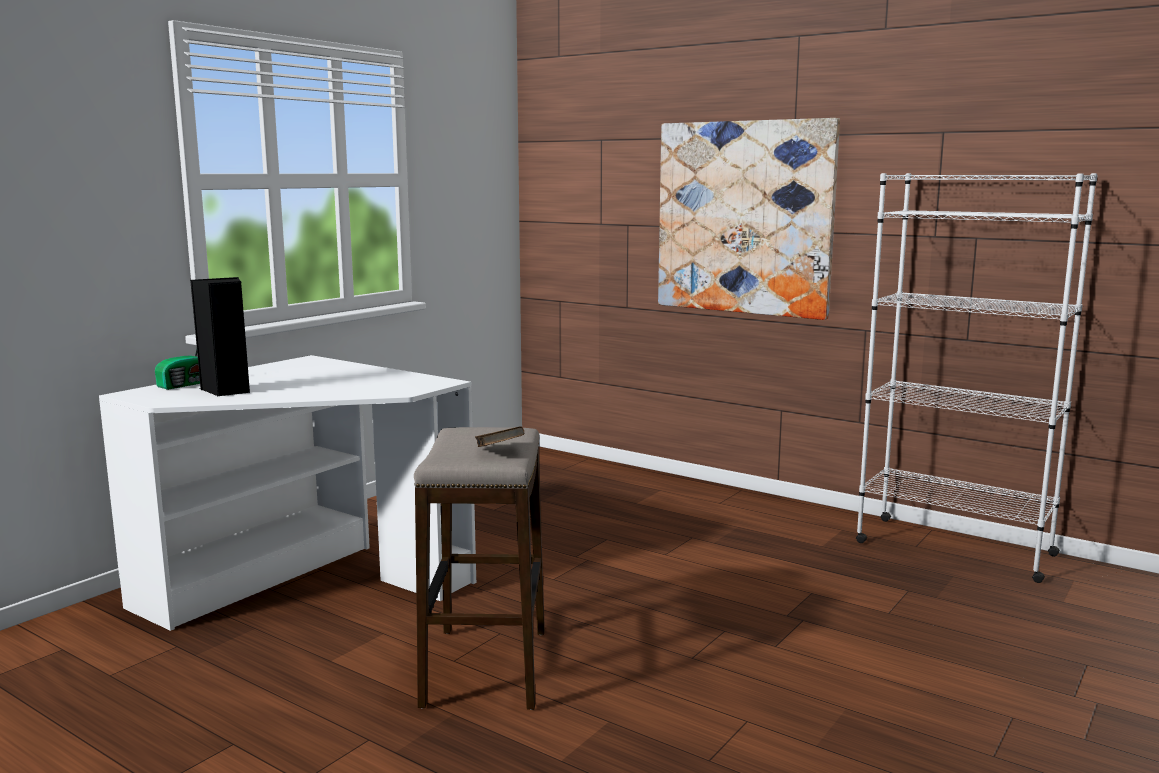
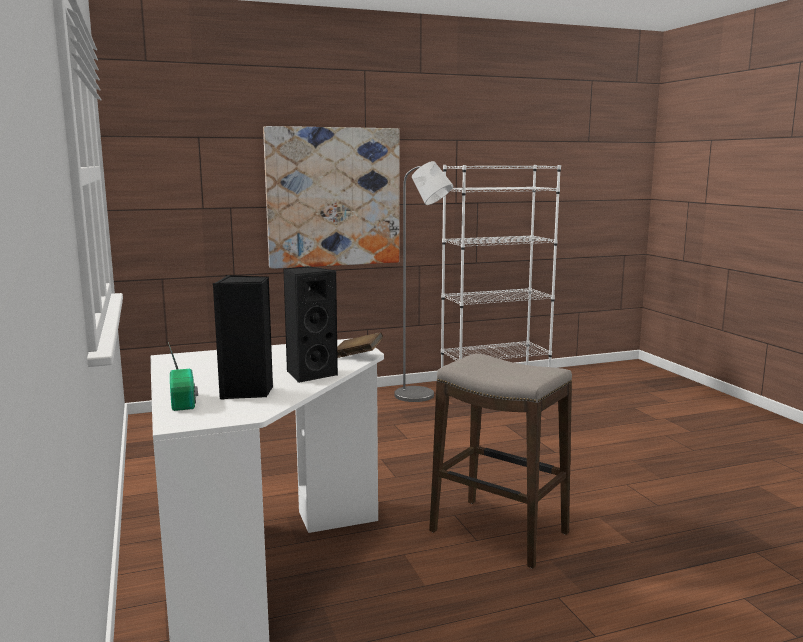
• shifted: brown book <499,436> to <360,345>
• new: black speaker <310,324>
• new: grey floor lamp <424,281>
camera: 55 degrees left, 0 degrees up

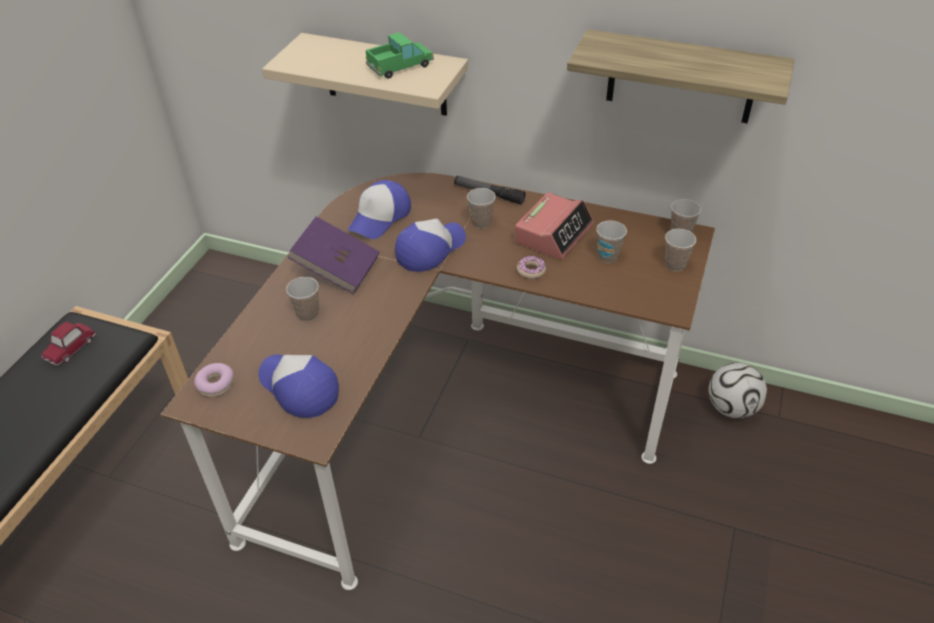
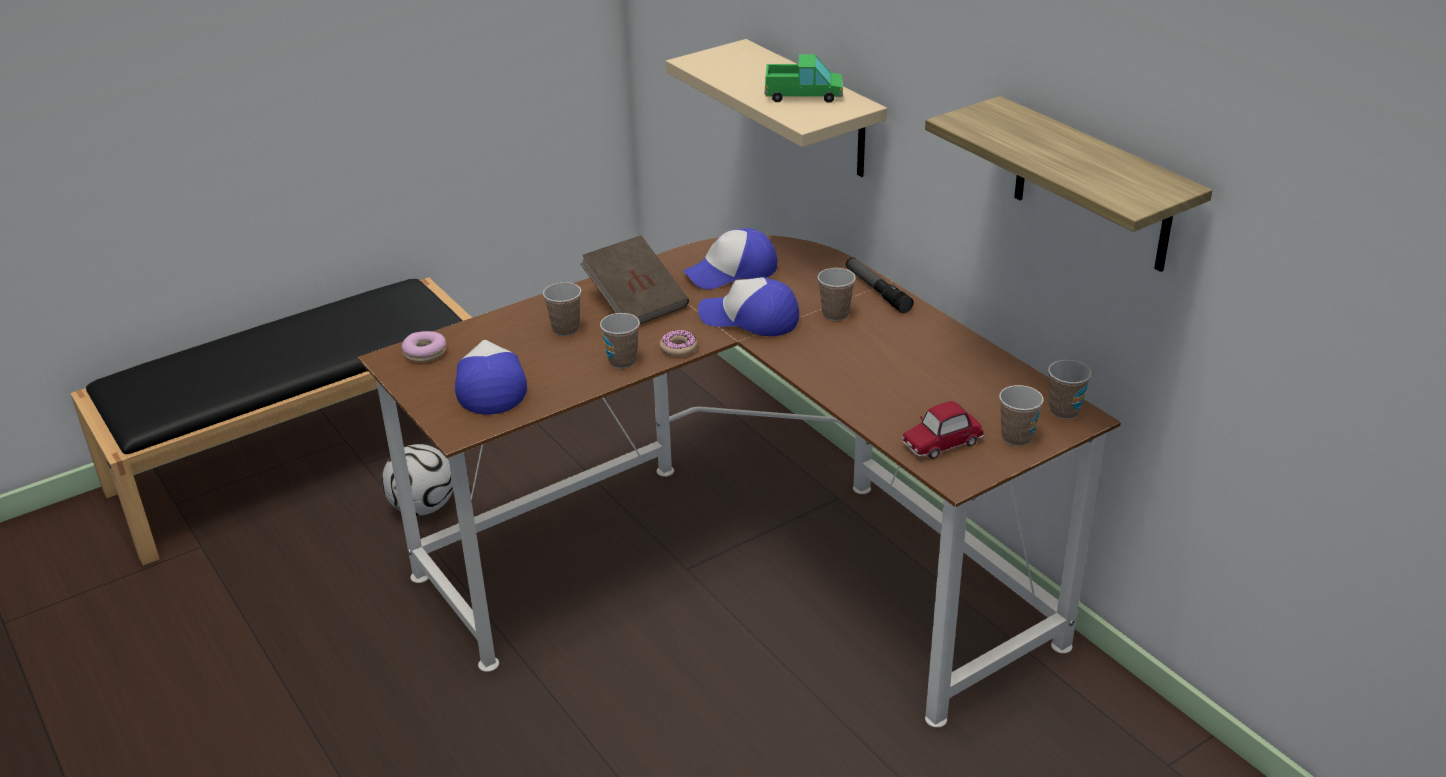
• shifted: toy car <68,343> to <943,430>
• repainted: purple book <333,255> to brown book <635,279>
• rotated: cap <430,245> = <748,306> 150 degrees counterclockwise
• gone: alarm clock <554,226>
• shifted: donut <531,267> to <678,343>
• shifted: cup <611,242> to <620,341>
• shifted: football <738,391> to <417,480>
camera: 35 degrees right, 10 degrees down

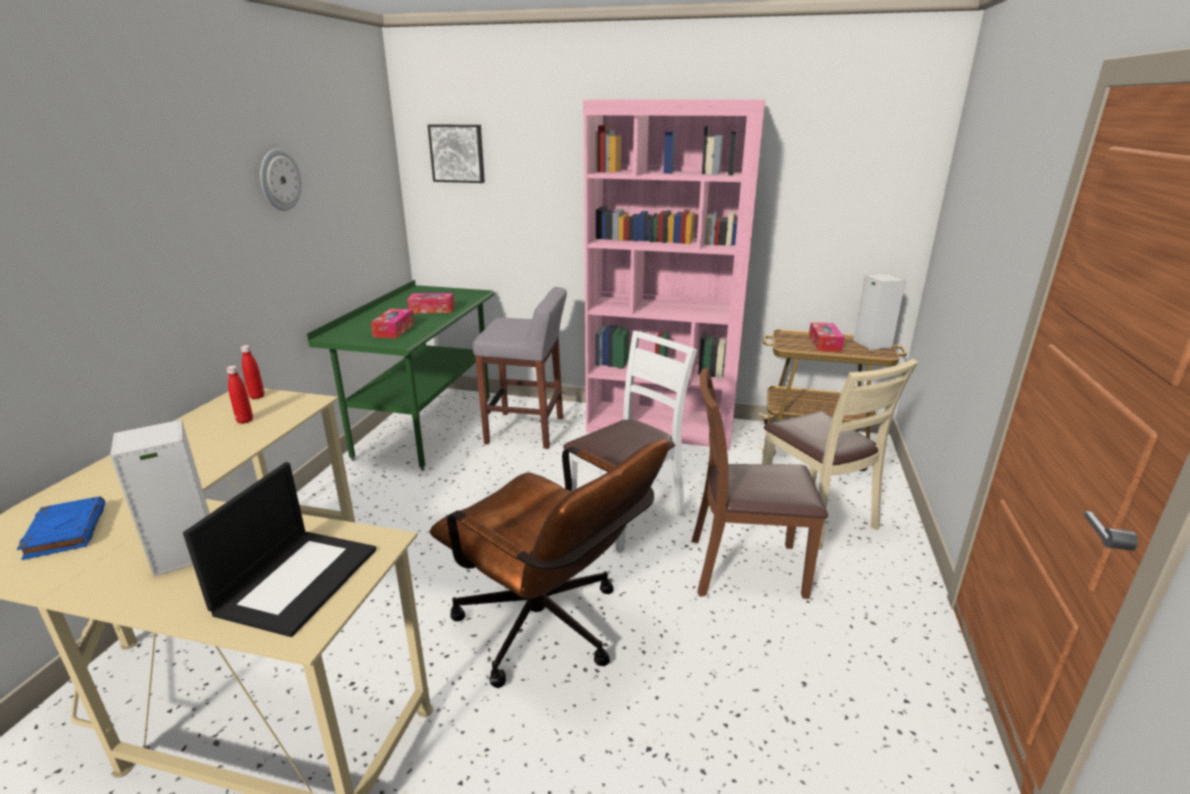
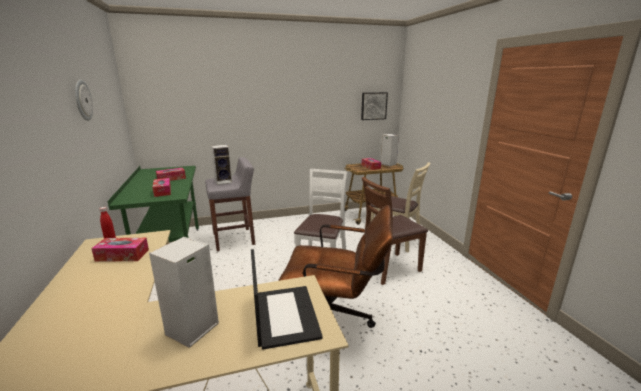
• gone: blue book <61,528>
• swapped: red bottle <239,395> to tissue box <120,250>
• shifted: picture <456,153> to <374,106>
• gone: pink bookcase <674,274>
• new: speaker <221,165>
camera: 30 degrees left, 5 degrees down

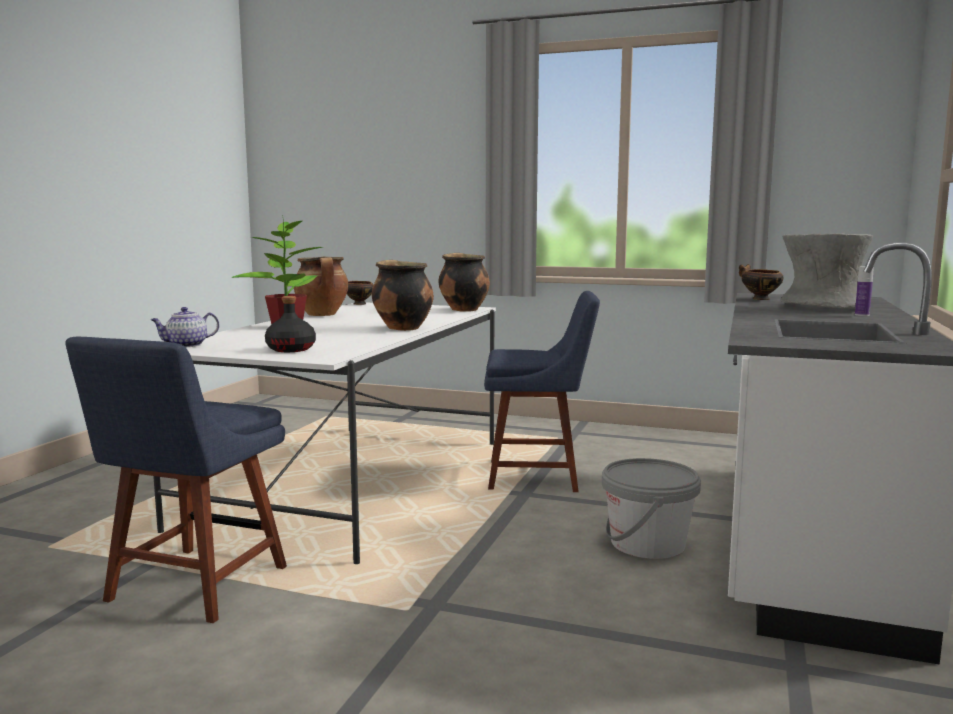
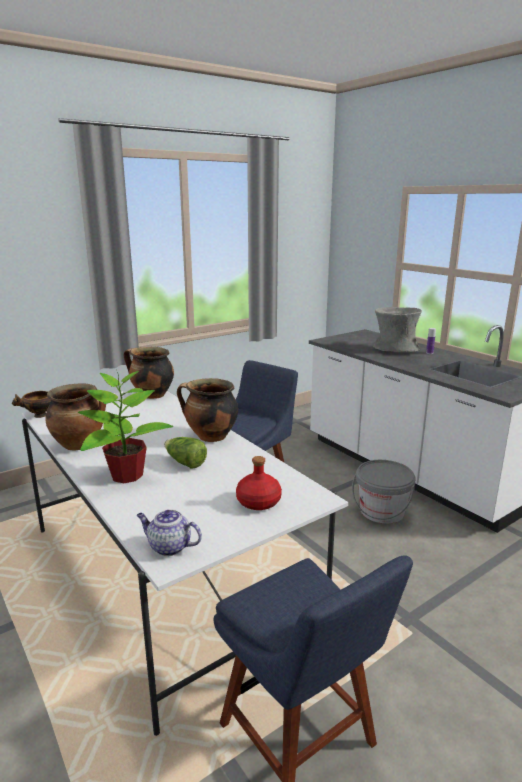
• rotated: teapot <185,327> = <169,533> 105 degrees clockwise
• repainted: black bottle <290,324> to red bottle <259,483>
• gone: bowl <761,282>
• new: lettuce <185,453>
camera: 55 degrees left, 10 degrees up

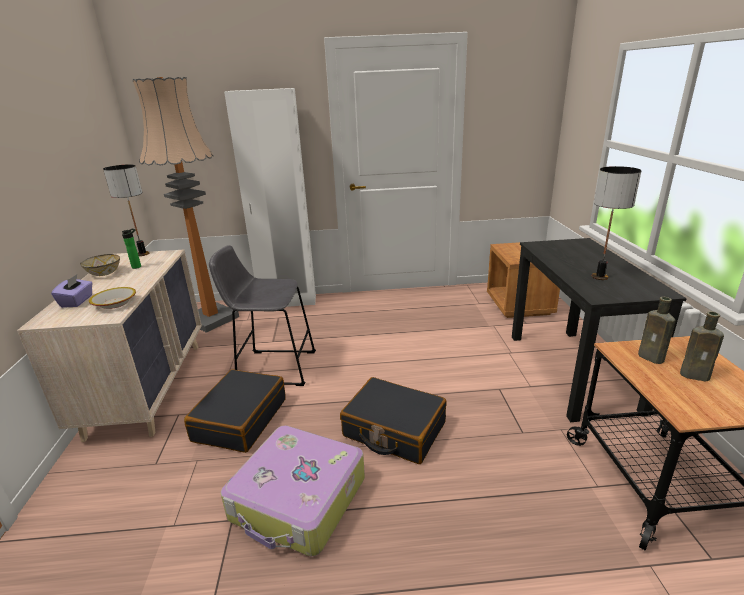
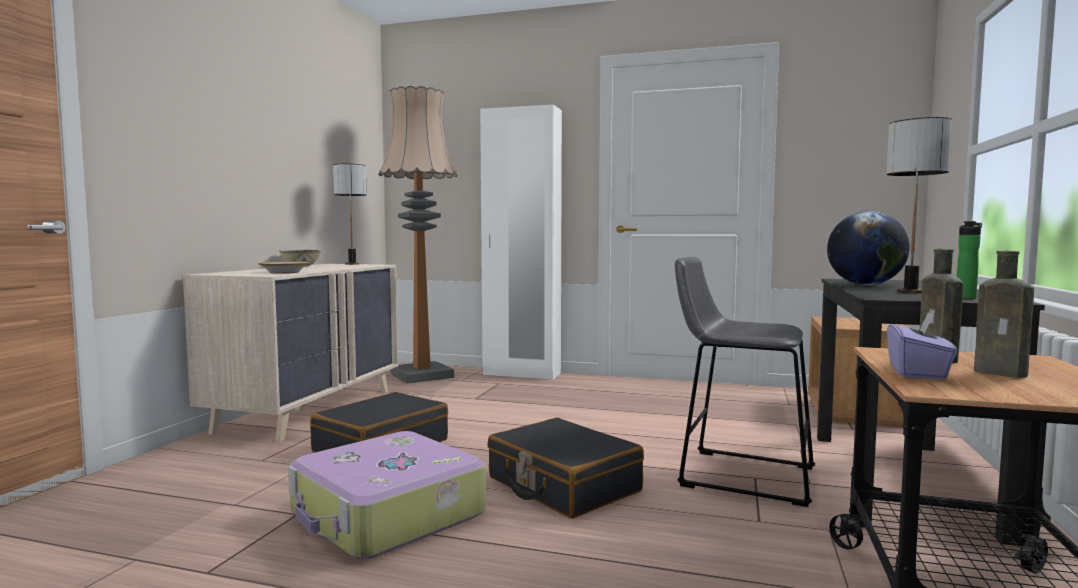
• shifted: purple tissue box <72,291> to <922,346>
• shifted: bottle <131,249> to <969,260>
• shifted: grey stool <262,315> to <745,382>
• new: globe <868,248>
camera: 20 degrees right, 20 degrees down

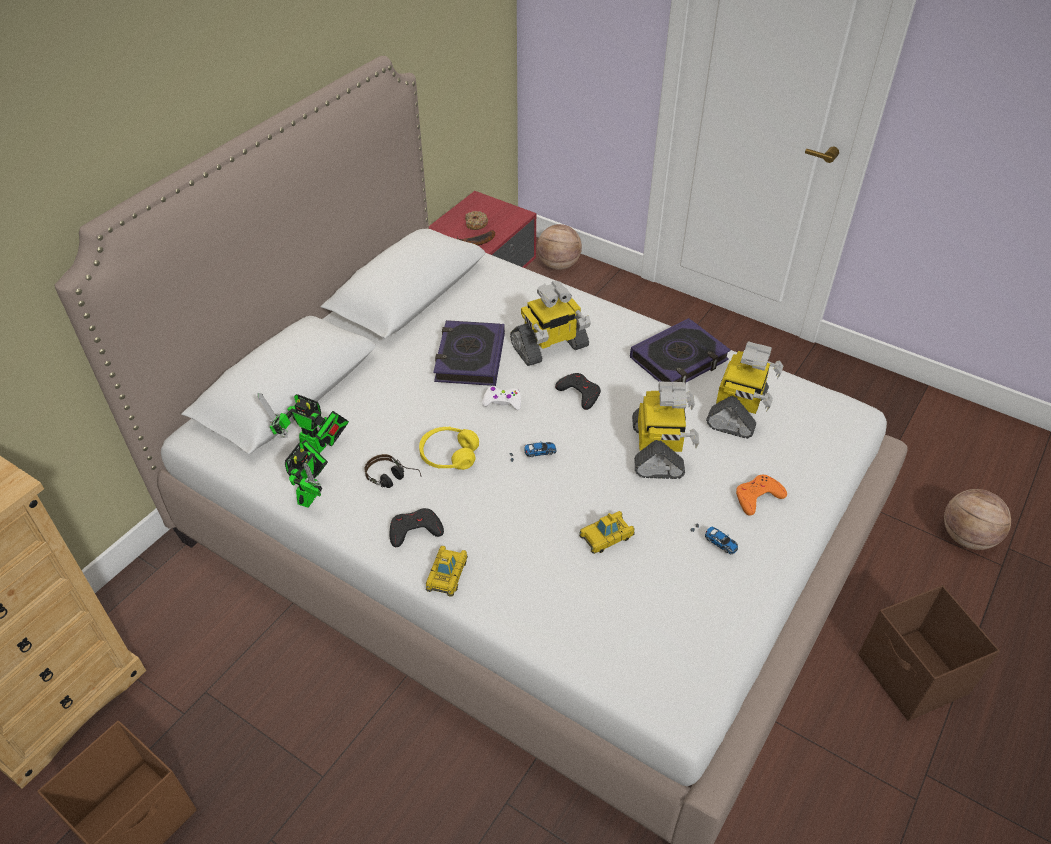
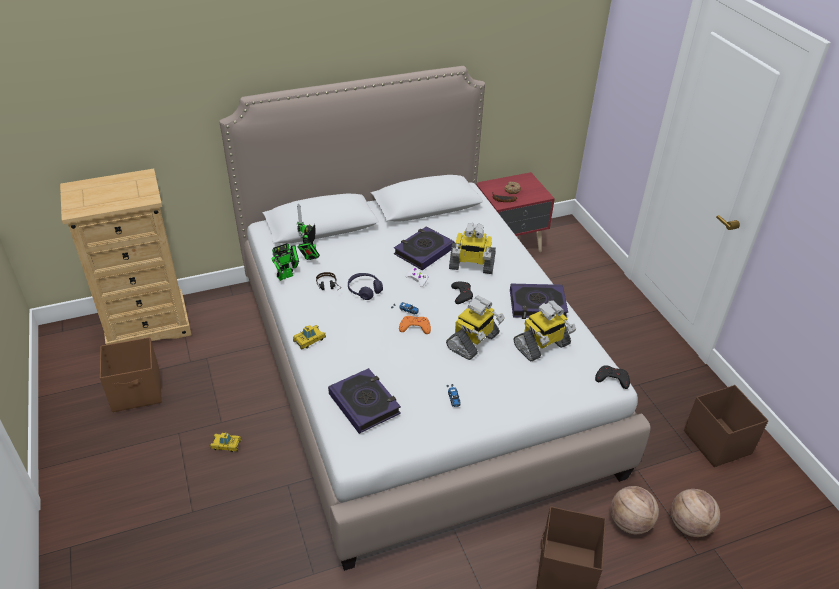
• rotated: toy robot <303,423> = <308,231> 45 degrees clockwise
• shifted: black game controller <417,527> to <612,377>
• repainted: yellow headphones <449,448> to purple headphones <365,286>
• shifted: basketball <559,247> to <635,510>
• shifted: toy car <607,532> to <226,442>
• shifted: orange game controller <761,495> to <415,325>
• new: book <364,401>
• new: brown storage box <726,426>
camera: 35 degrees right, 5 degrees down

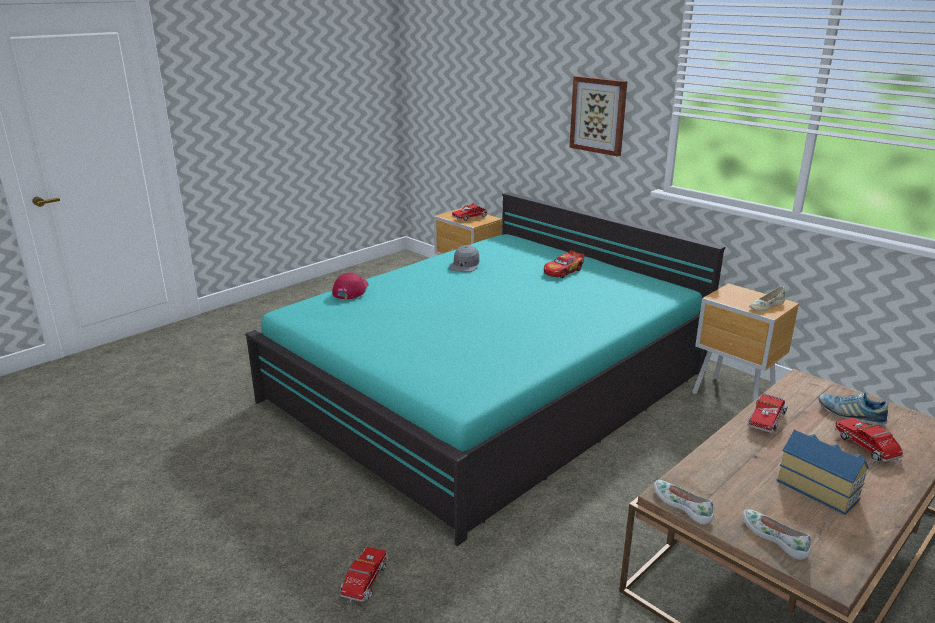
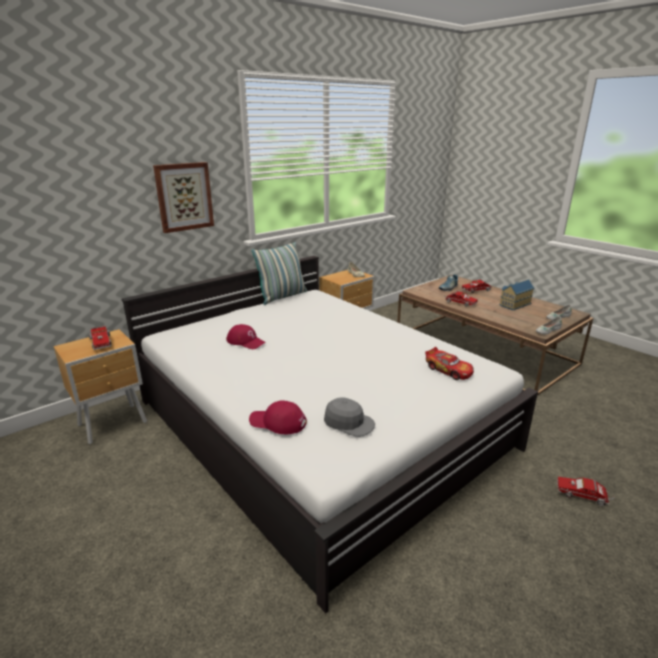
• repainted: turquoise bed <485,369> to white bed <329,435>
• shifted: grey cap <464,258> to <349,417>
• shifted: toy car <564,264> to <449,363>
• new: red cap <246,336>
• new: pillow <279,273>
camera: 85 degrees left, 0 degrees up

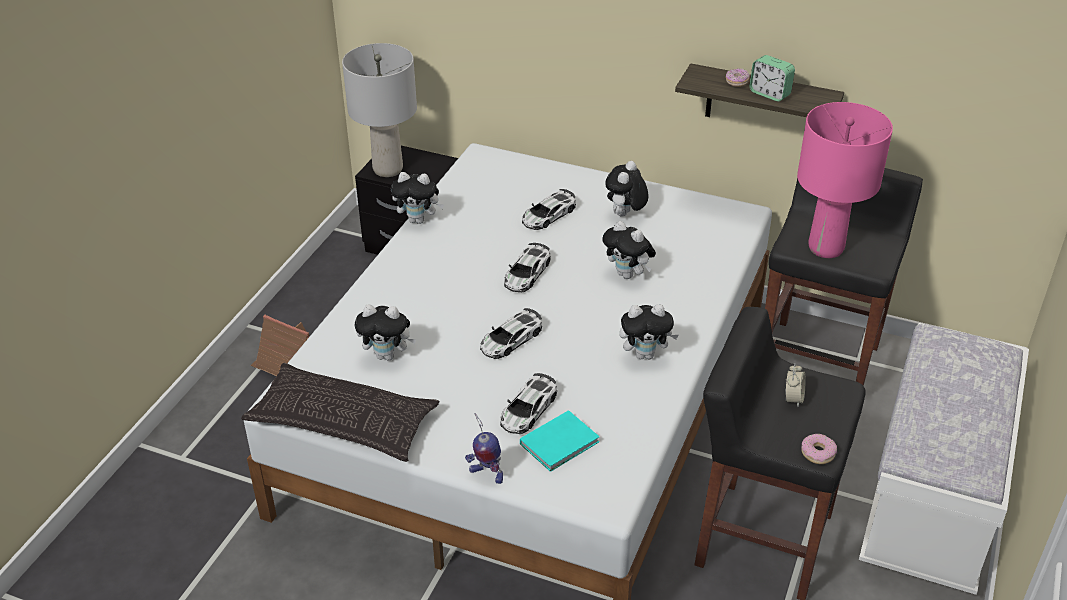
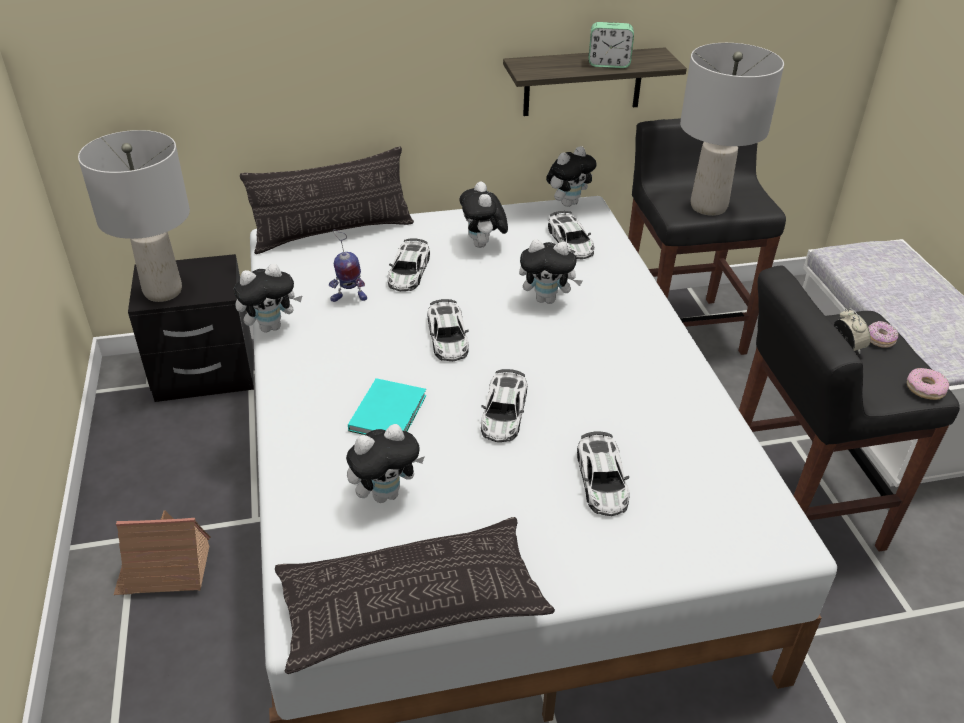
• shifted: toy robot <484,448> to <348,266>
• shifted: turquoise book <560,441> to <387,406>
• shifted: plush toy <648,331> to <571,176>
• shifted: donut <738,77> to <883,334>
• repainted: pink table lamp <845,180> to grey table lamp <732,129>
• new: pillow <327,200>
• new: toy car <571,235>
camera: 35 degrees left, 0 degrees up

